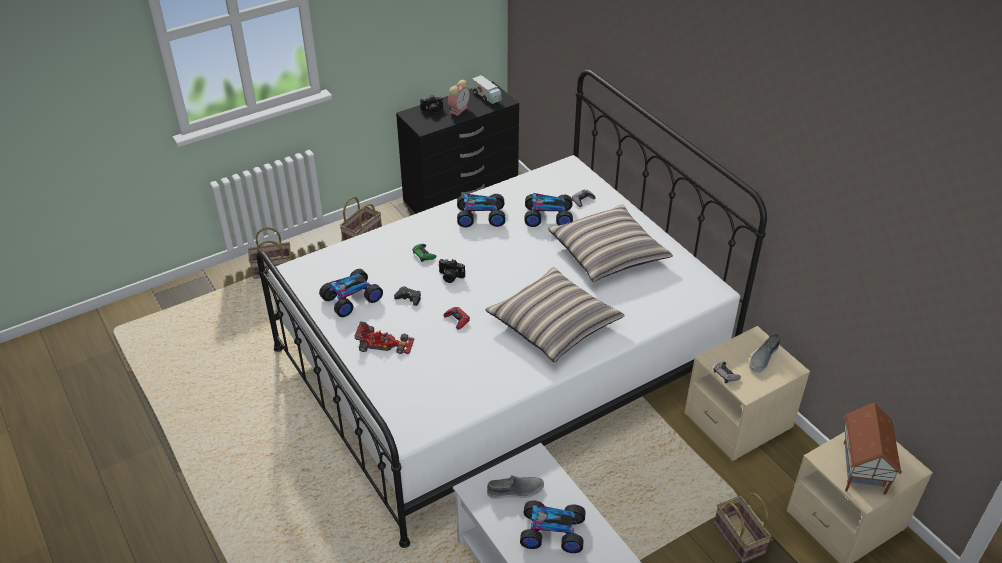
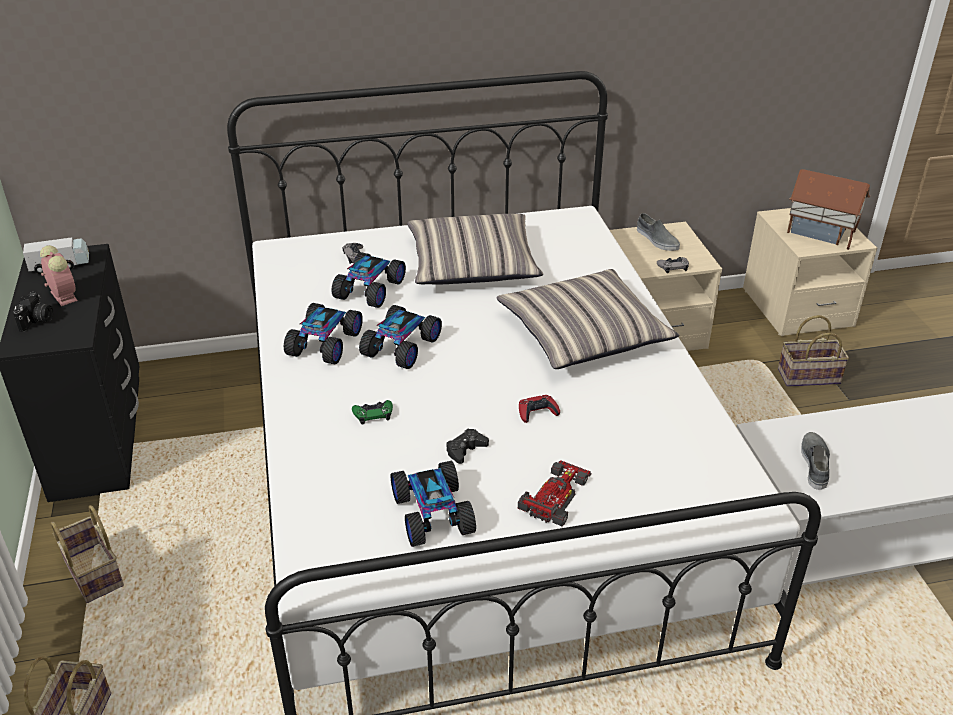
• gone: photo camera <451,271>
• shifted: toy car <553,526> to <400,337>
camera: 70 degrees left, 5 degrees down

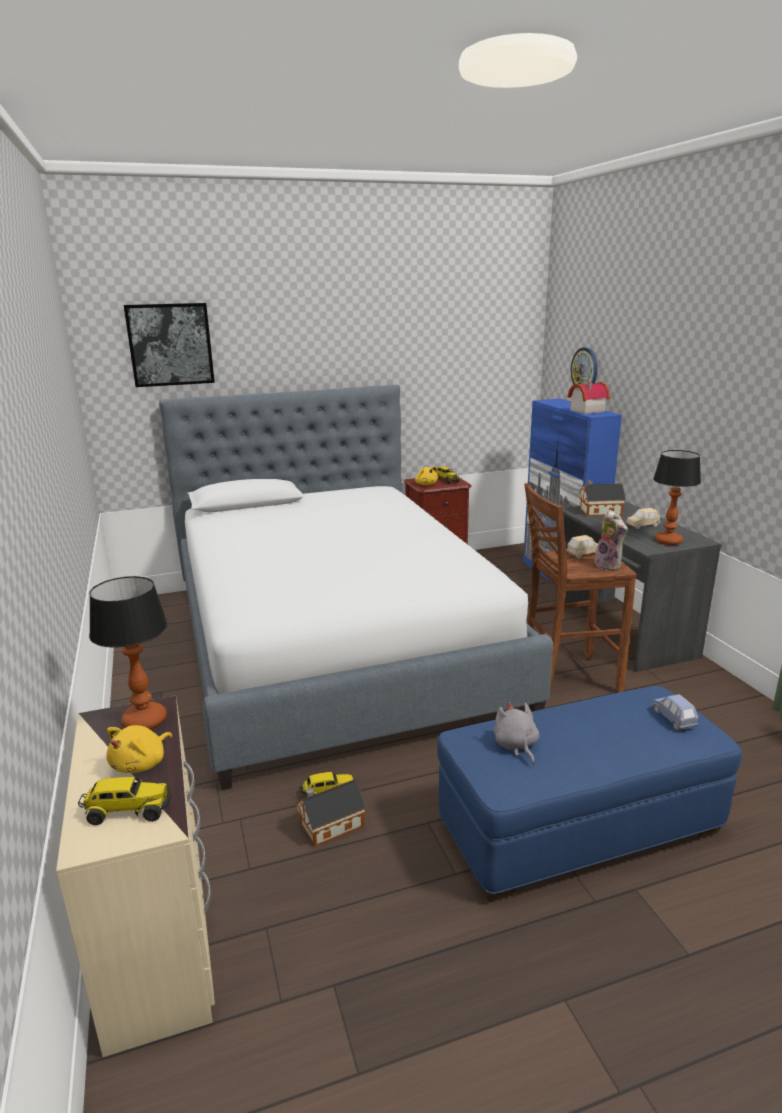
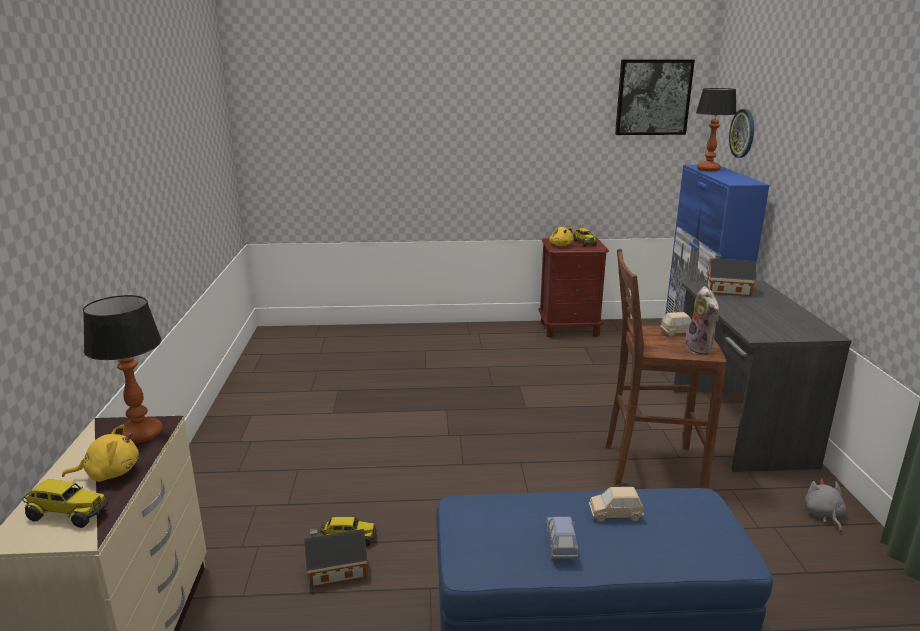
• rotated: yellow plush toy <139,749> = <100,453> 150 degrees counterclockwise
• shifted: picture <169,345> to <655,97>
• gone: bed <356,587>
• shifted: grey plush toy <516,733> to <825,504>
• gone: toy house <588,398>
• shifted: beige toy car <643,518> to <616,504>
• shifted: blue toy car <675,712> to <562,538>
• shifted: table lamp <677,497> to <716,129>
camera: 15 degrees right, 0 degrees up

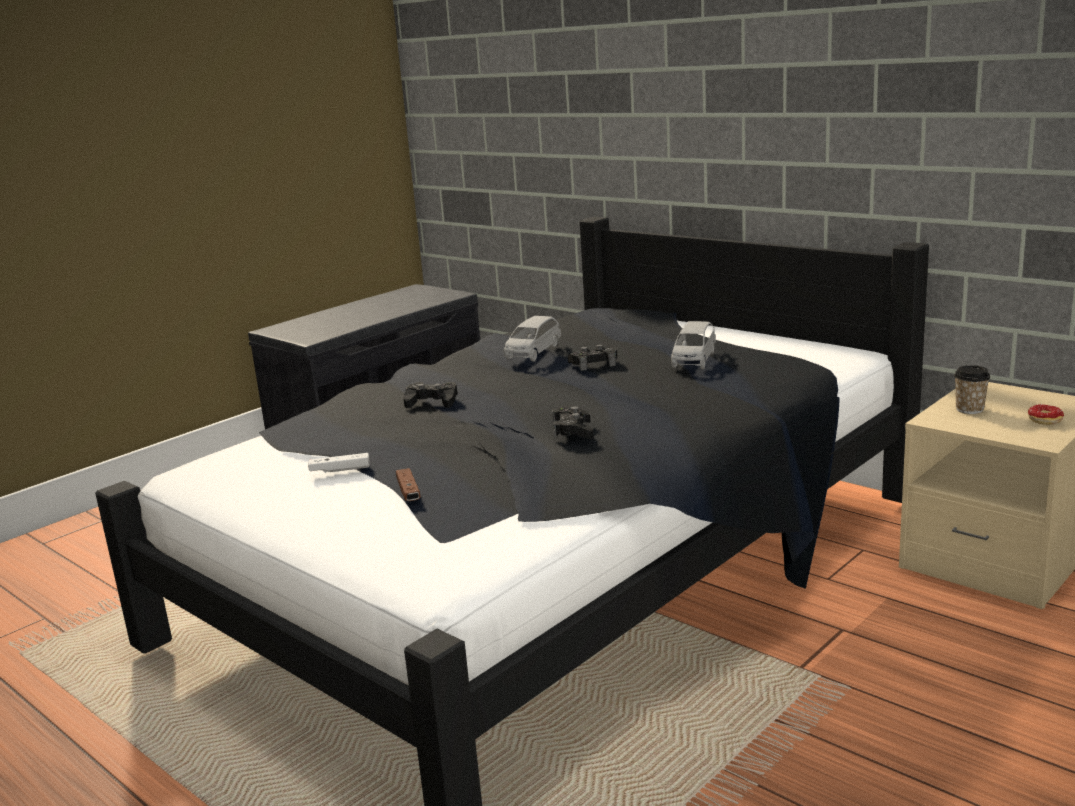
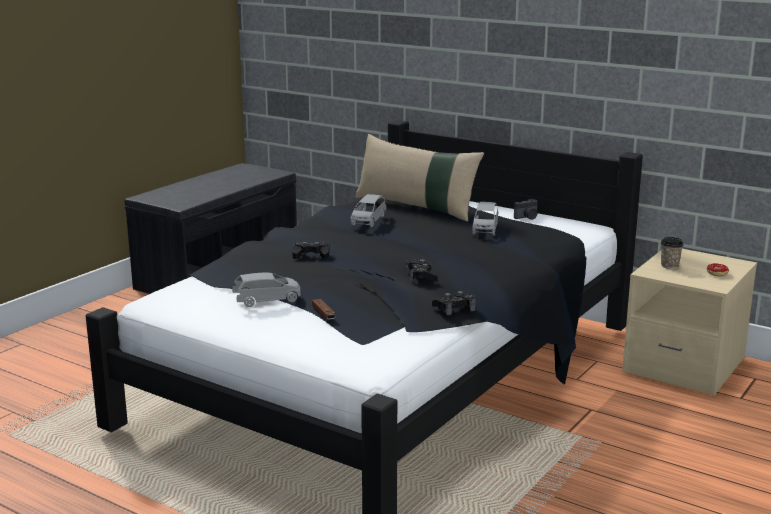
• swapped: white game controller <339,463> to grey toy car <266,289>
• shifted: black game controller <592,358> to <454,303>
• new: beige pillow <419,178>
• new: photo camera <526,209>
camera: 10 degrees left, 0 degrees up

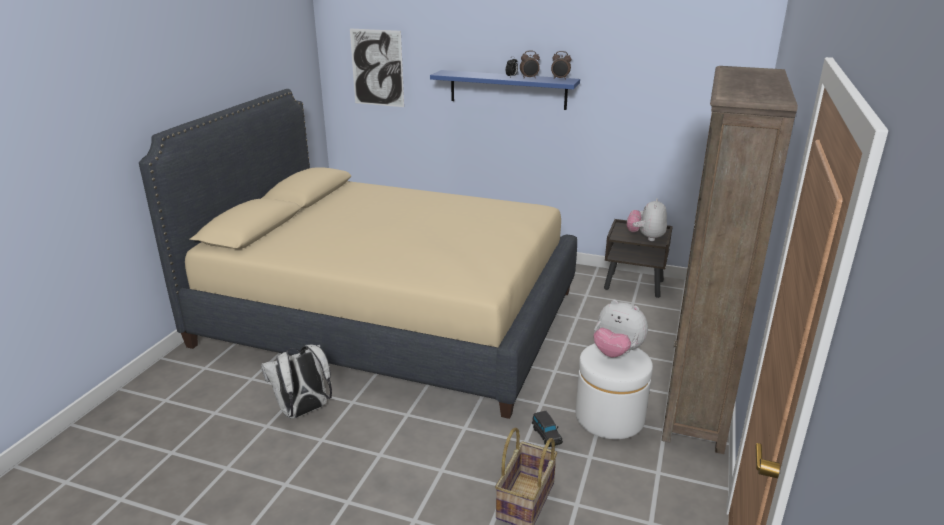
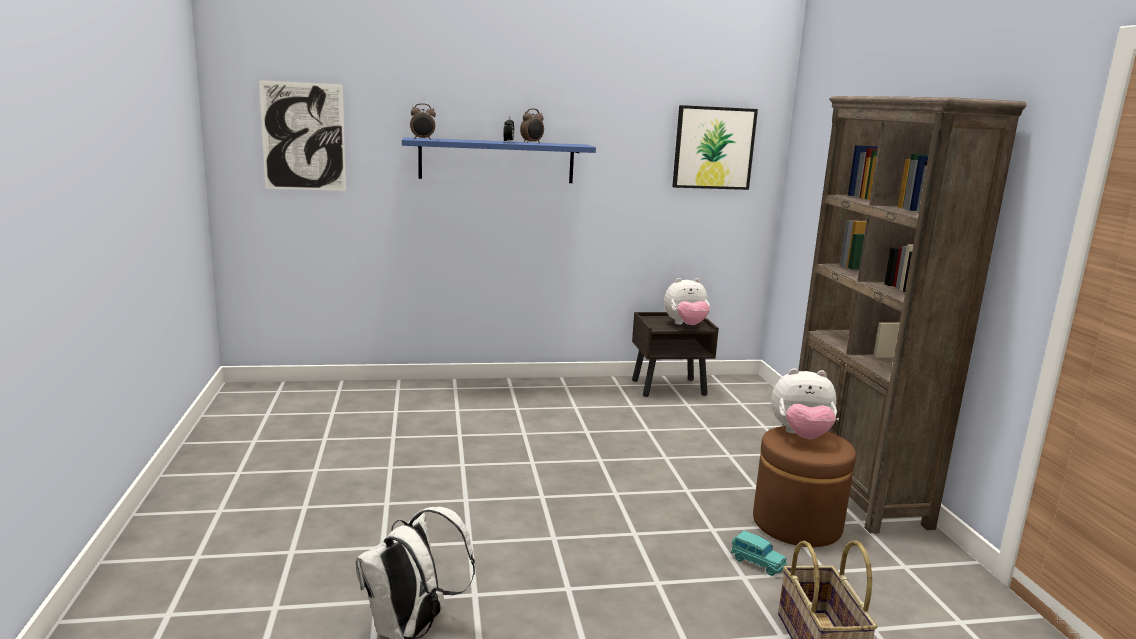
• gone: beige bed <358,254>
• repainted: black toy car <547,429> to turquoise toy car <759,553>
• shifted: alarm clock <561,65> to <423,121>
• repainted: white ottoman <614,391> to brown ottoman <804,486>
• rotated: plush toy <647,219> = <687,301> 90 degrees counterclockwise
• new: picture <715,147>
camera: 30 degrees left, 10 degrees down

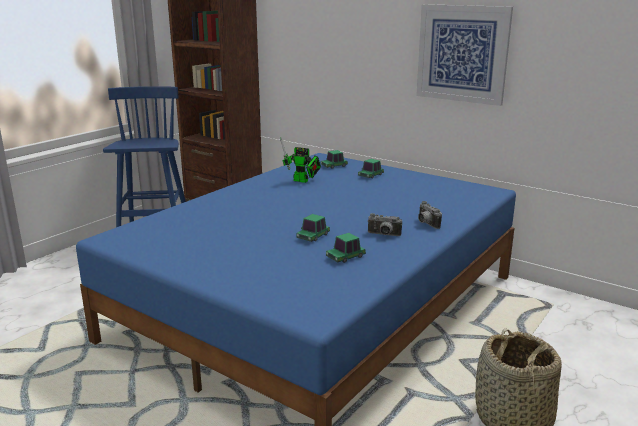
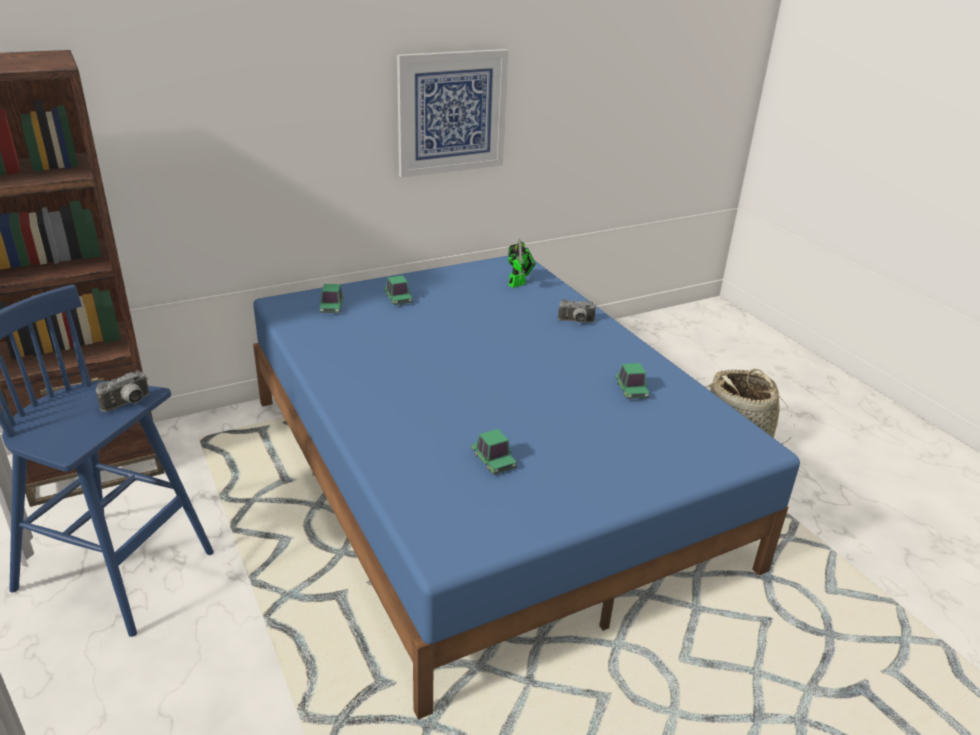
• shifted: toy robot <300,160> to <522,263>
• shifted: toy car <313,228> to <494,452>
• shifted: photo camera <384,224> to <122,391>
camera: 65 degrees left, 10 degrees up

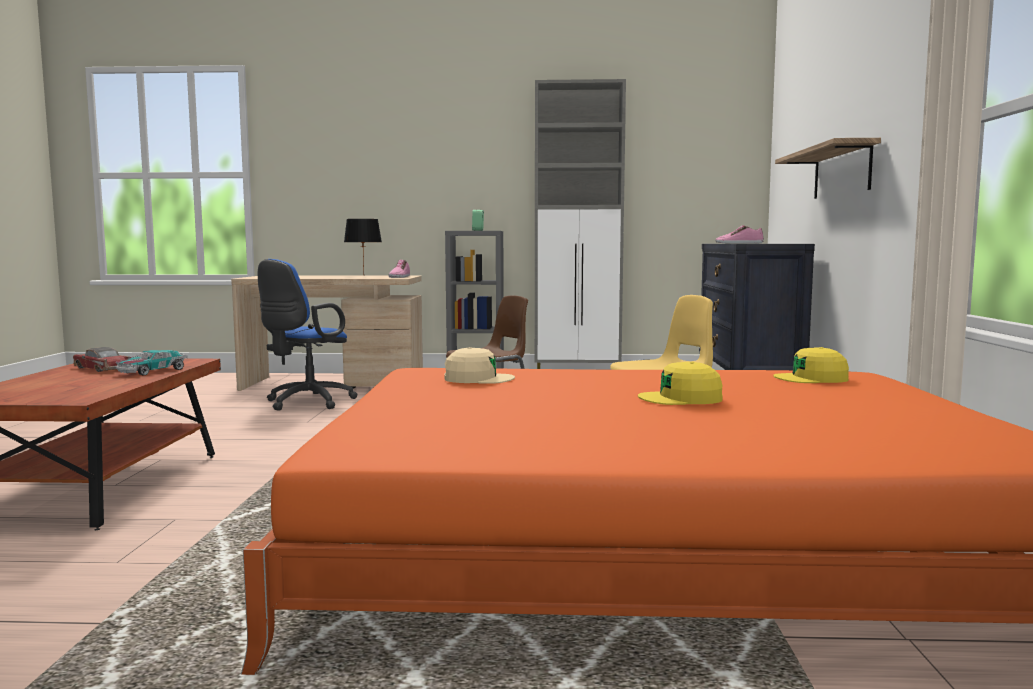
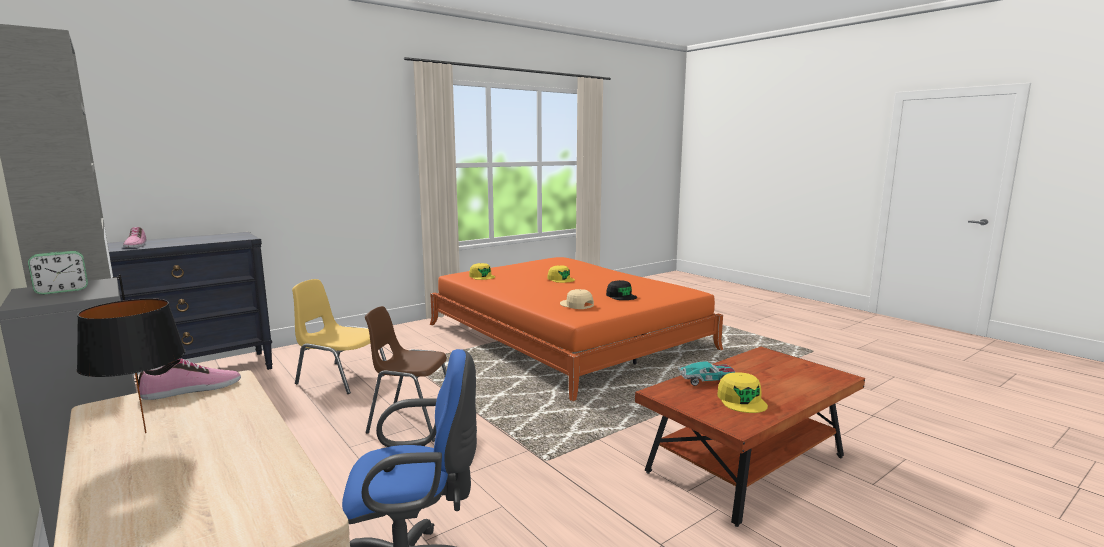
• swapped: toy car <101,359> to yellow cap <742,392>
• gone: shelf <828,168>
• new: black cap <621,290>
camera: 130 degrees left, 5 degrees up

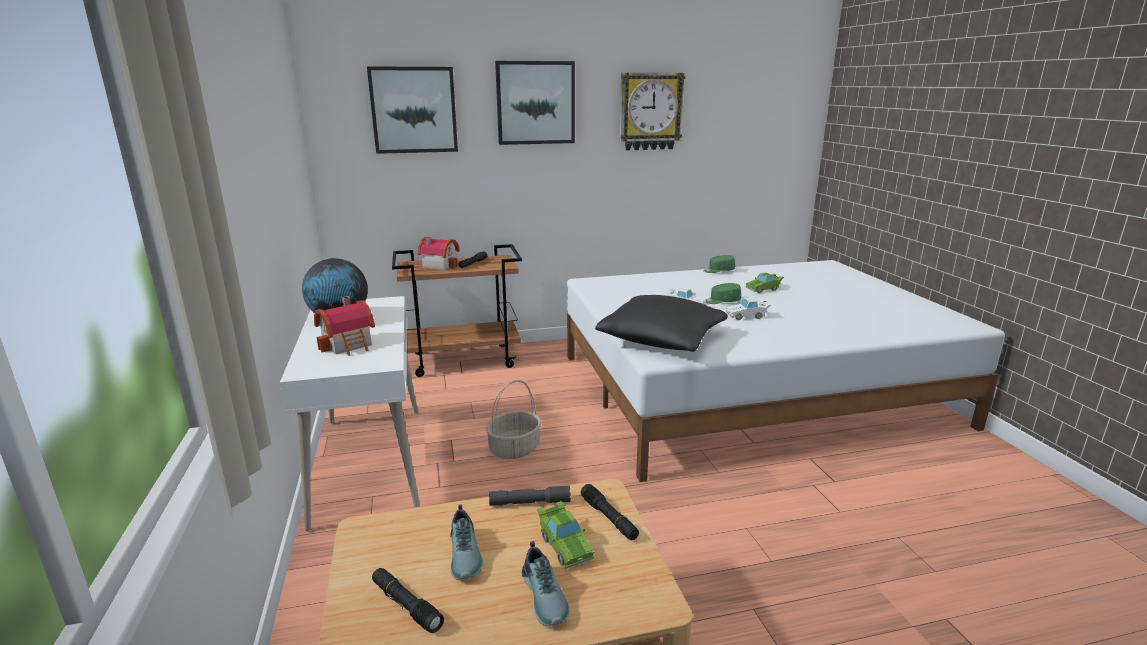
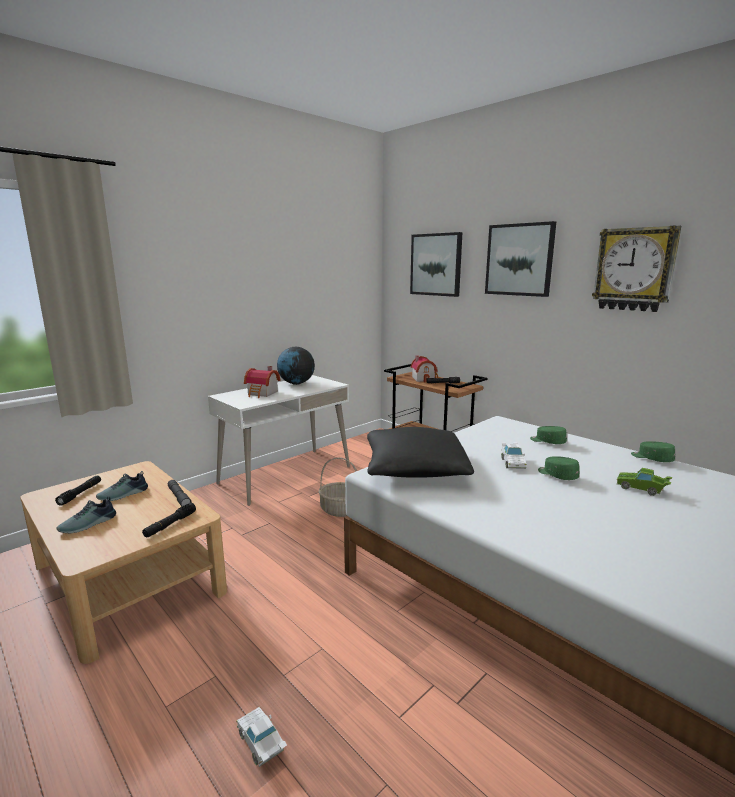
• gone: green toy car <565,535>
• shifted: white toy car <748,309> to <261,737>
• new: green cap <548,435>
camera: 60 degrees right, 5 degrees down

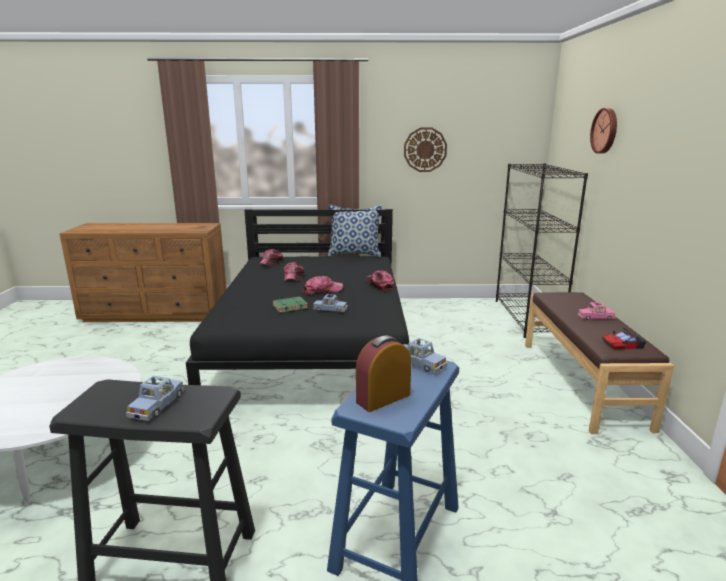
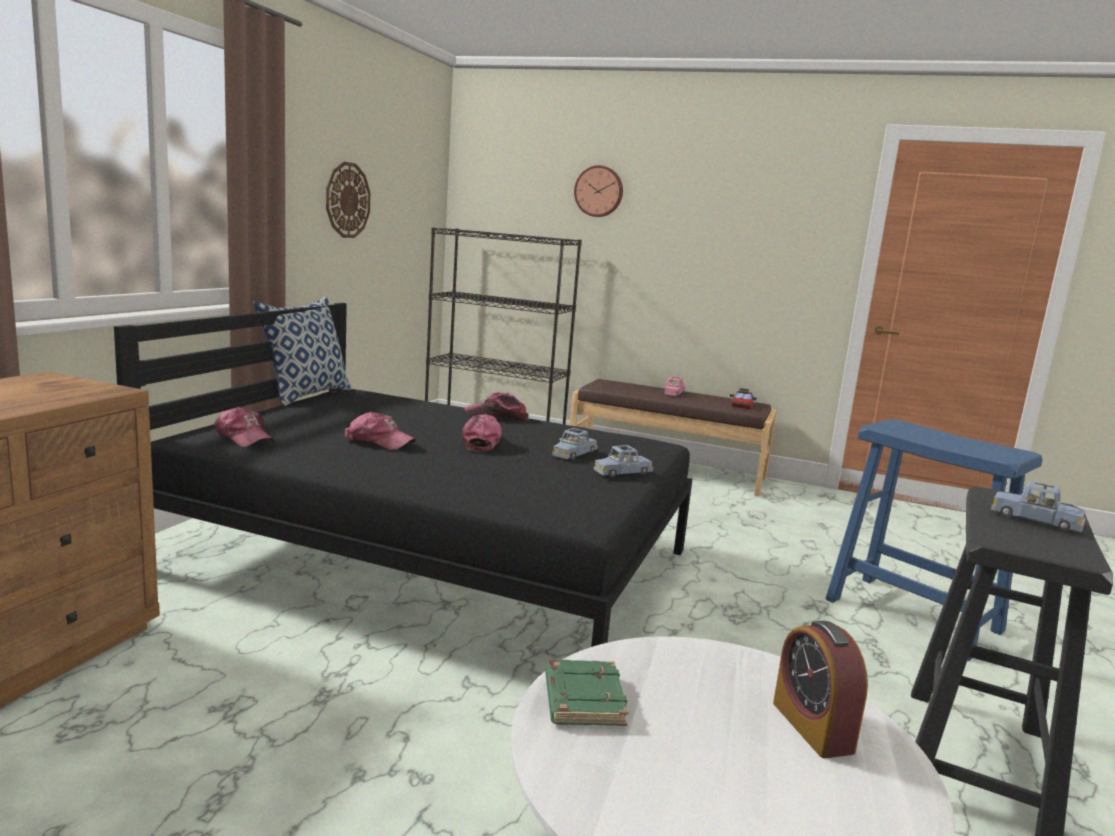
• shifted: green book <290,305> to <587,693>
• shifted: alarm clock <383,374> to <820,689>
• shifted: blue toy car <426,355> to <623,461>
camera: 70 degrees left, 5 degrees down

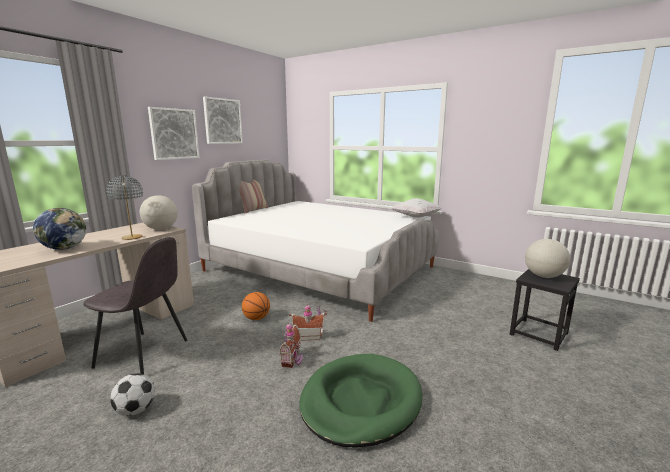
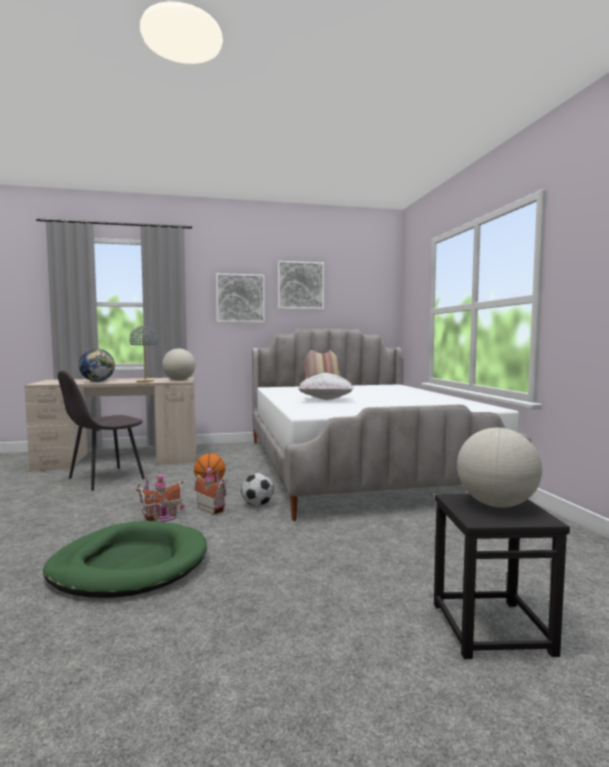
• rotated: grey chair <135,306> = <101,431> 75 degrees clockwise
• shifted: football <132,395> to <257,489>
• shifted: white pillow <416,208> to <326,386>
camera: 45 degrees right, 10 degrees down

